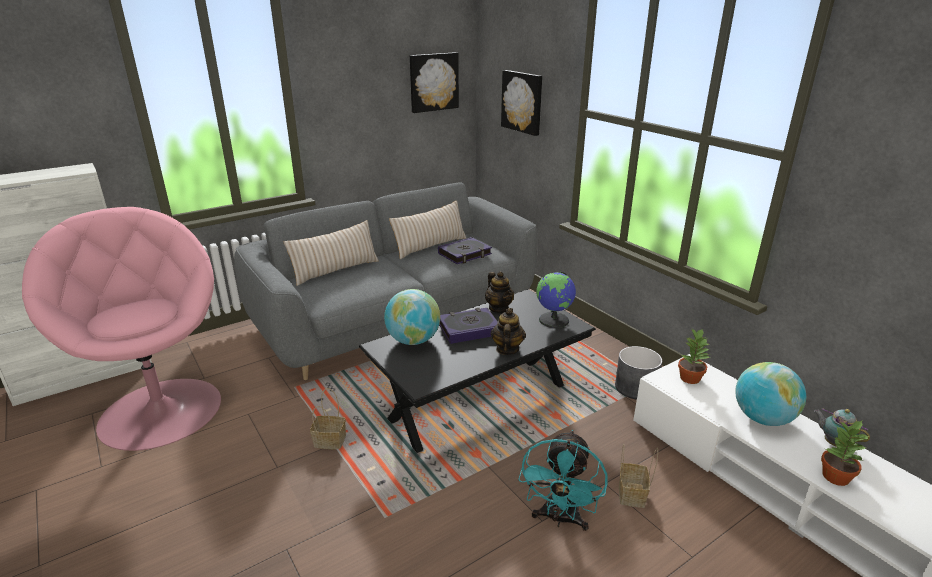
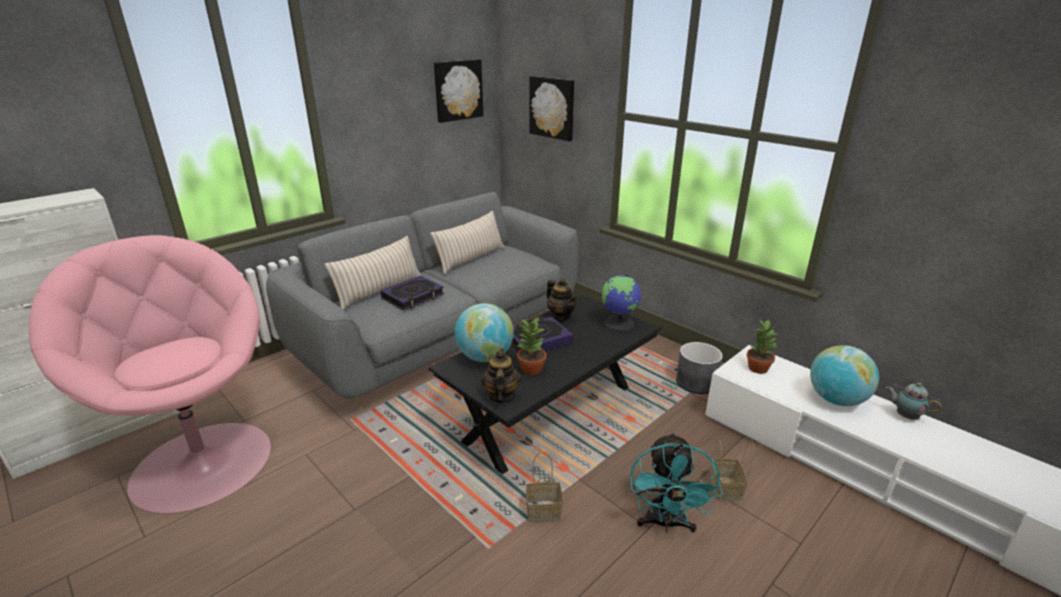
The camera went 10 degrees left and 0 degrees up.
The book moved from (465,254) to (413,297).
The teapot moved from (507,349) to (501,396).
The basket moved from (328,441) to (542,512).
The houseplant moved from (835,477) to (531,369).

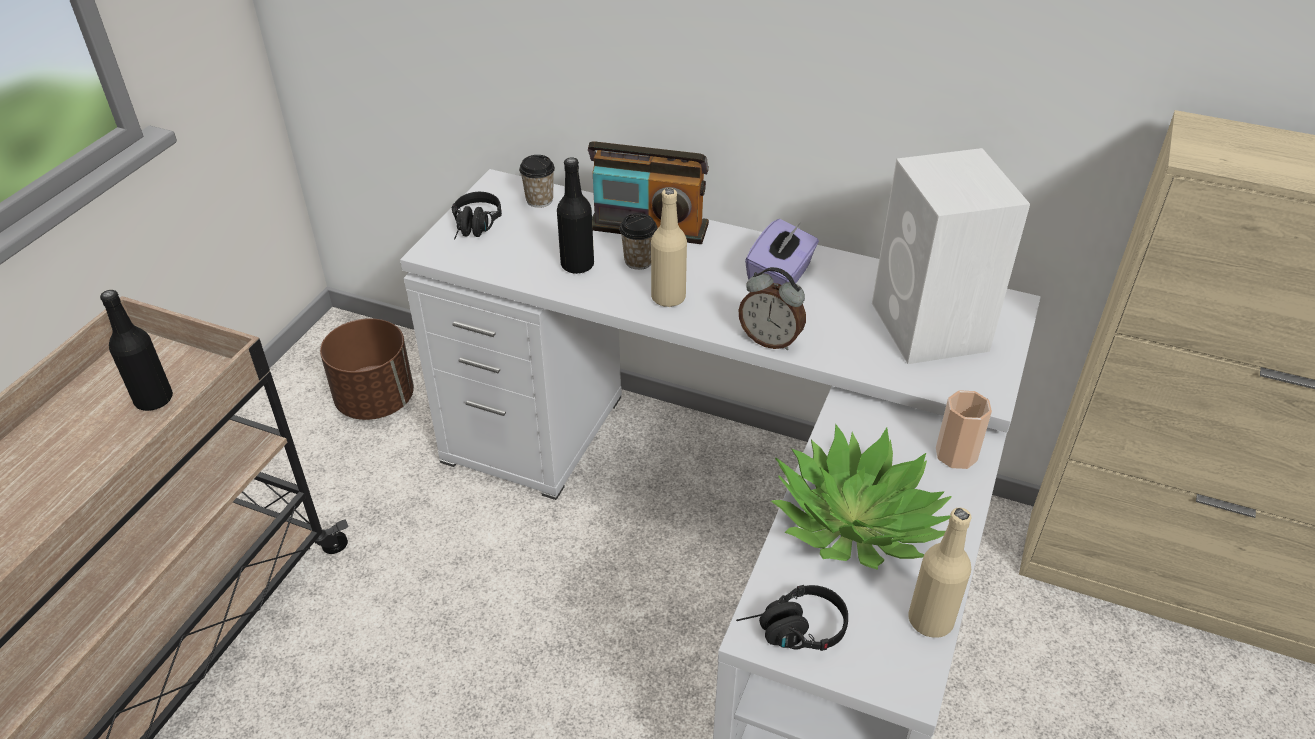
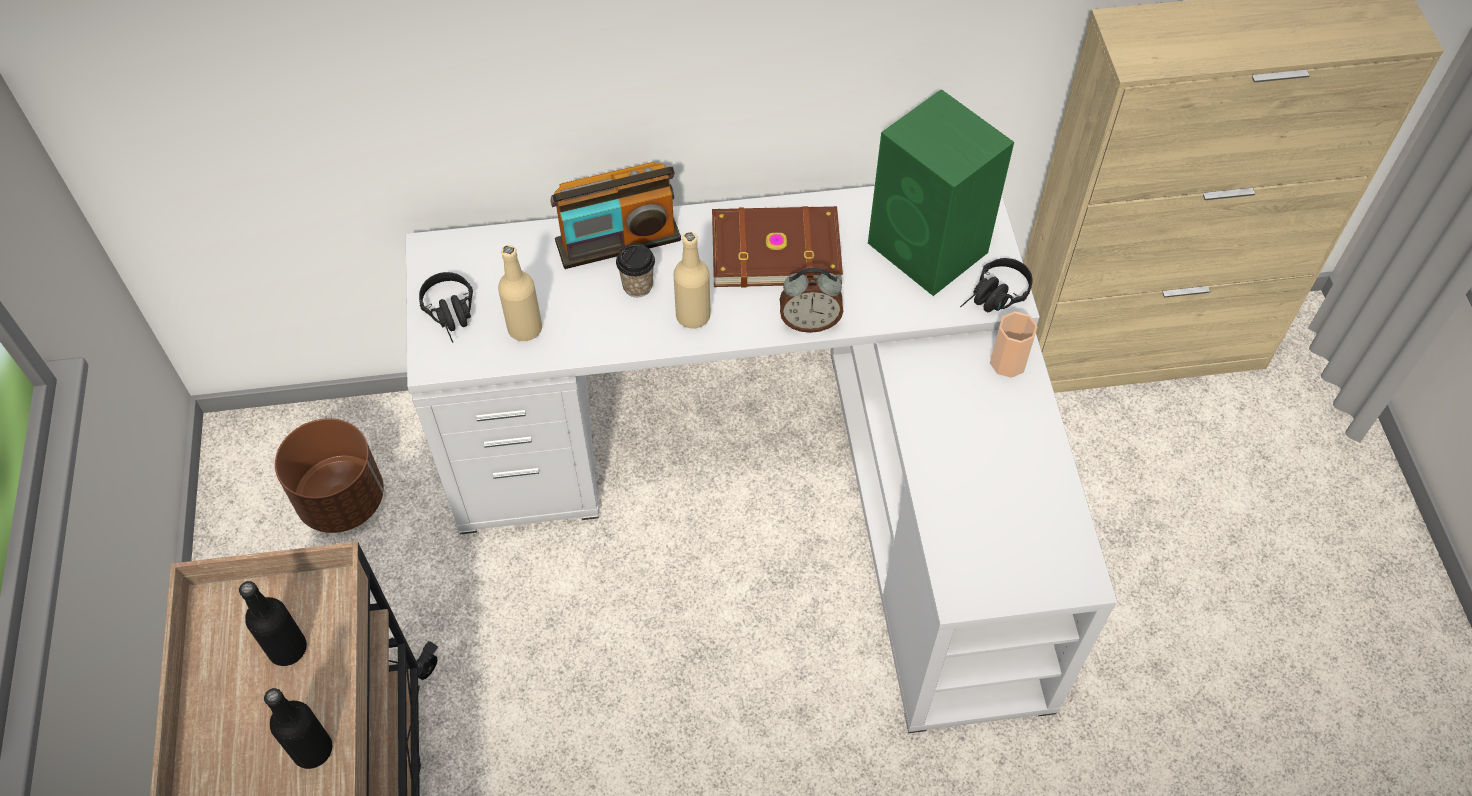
The camera went 30 degrees left and 15 degrees up.
The loudspeaker in white at (930,328) became the loudspeaker in greenish at (929,249).
The small cup at (539,200) disappeared.
The bottle in black moved from (577,265) to (312,750).
The box of tissues in purple at (780,277) was replaced by the book in brown-coloured at (774,248).
The houseplant at (856,522) disappeared.
The bottle in sand-coloured moved from (930,620) to (525,328).
The pair of headphones in black moved from (792,632) to (994,298).

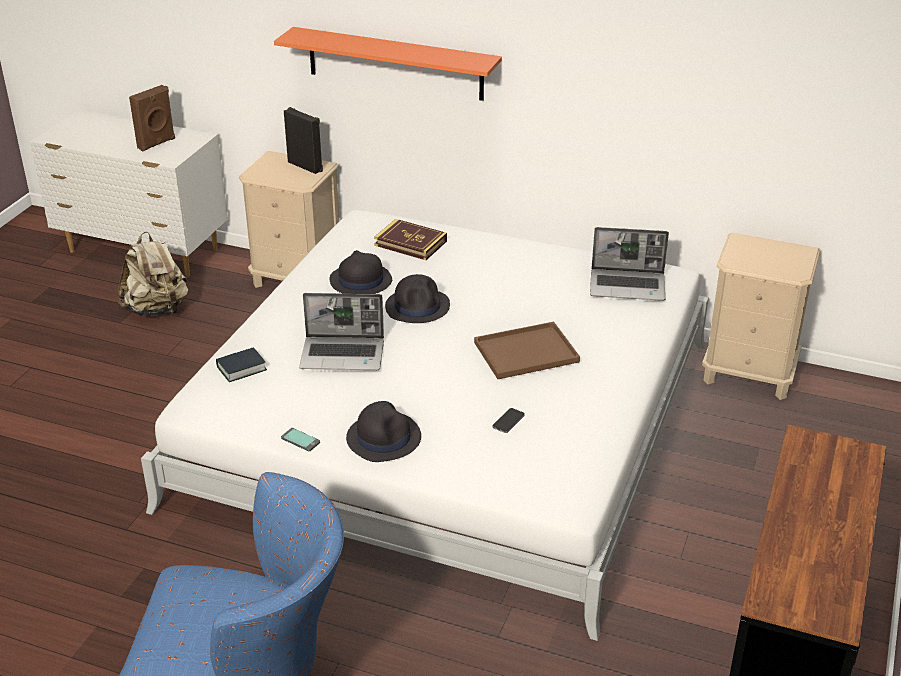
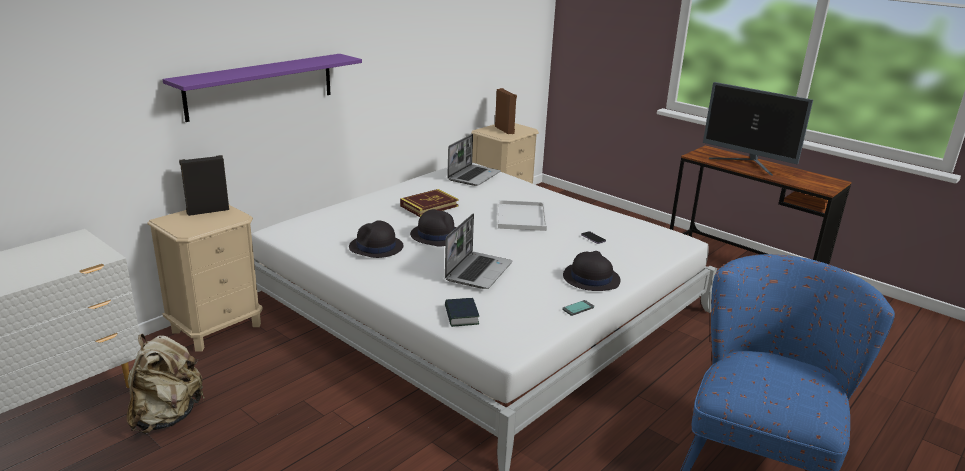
The camera went 70 degrees left and 10 degrees down.
The bracket shelf in orange at (395,64) became the bracket shelf in purple at (261,86).
The loudspeaker in brown-coloured moved from (157,144) to (505,130).
The book moved from (410,243) to (429,206).
The carrying tray in brown-coloured at (527,351) became the carrying tray in white at (520,216).
The monitor at (747,164) appeared.

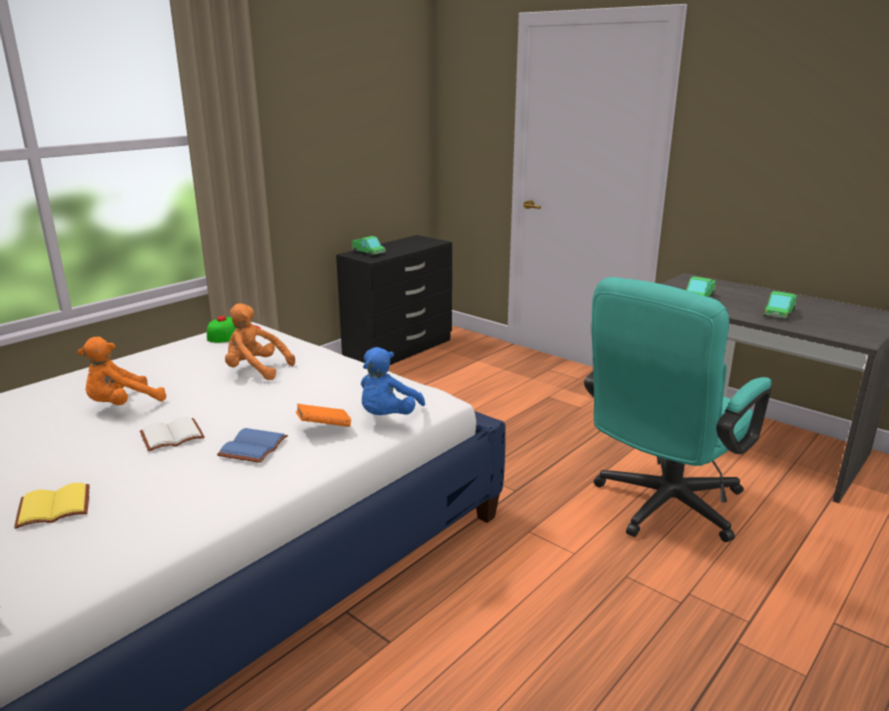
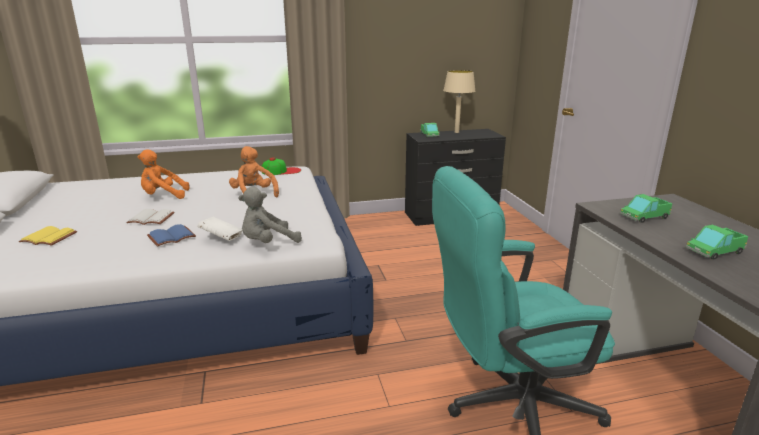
The camera went 35 degrees right and 0 degrees up.
The cuddly toy in blue at (387,417) became the cuddly toy in greyish at (268,243).
The book in orange at (324,428) became the book in white at (221,238).
The lamp for a table in sand-coloured at (456,132) appeared.

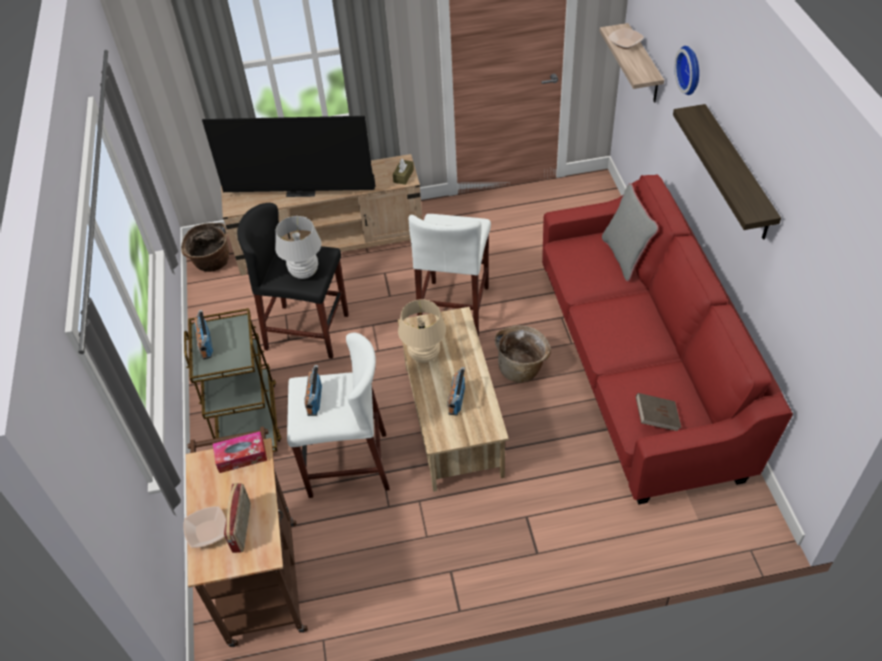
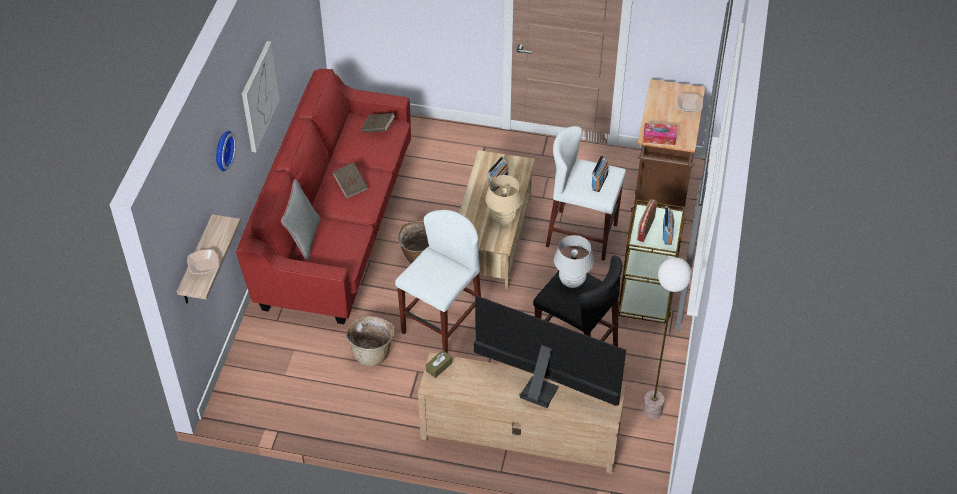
The camera went 160 degrees left and 0 degrees up.
The bracket shelf at (736,173) was replaced by the wall picture at (259,96).
The basket moved from (211,263) to (372,352).
The radio set moved from (242,527) to (645,229).
The book in brown-coloured at (351,186) appeared.
The floor lamp at (652,411) appeared.

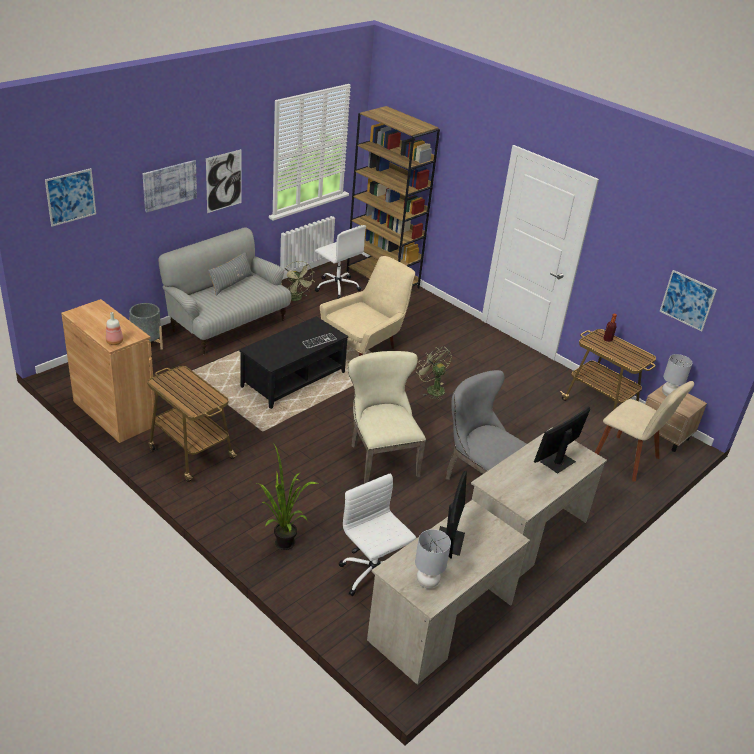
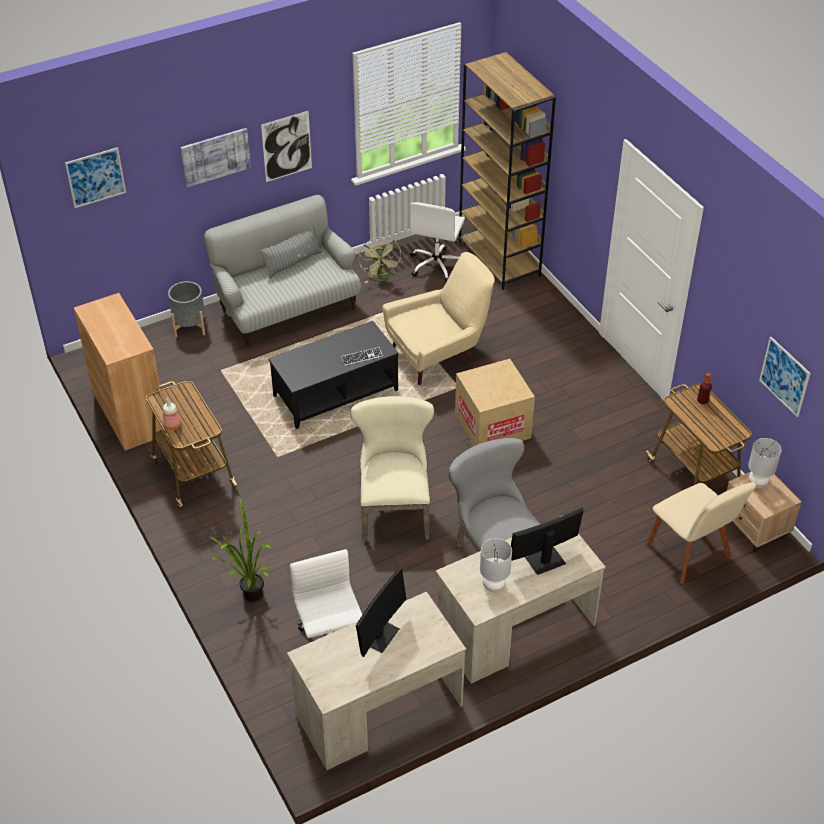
The camera went 20 degrees right and 10 degrees up.
The desk chair in white at (337,287) turned 45 degrees clockwise.
The bottle moved from (115,342) to (173,425).
The electric fan in greenish at (432,389) was replaced by the packing box at (492,426).
The lamp for a table in greyish moved from (427,582) to (493,586).

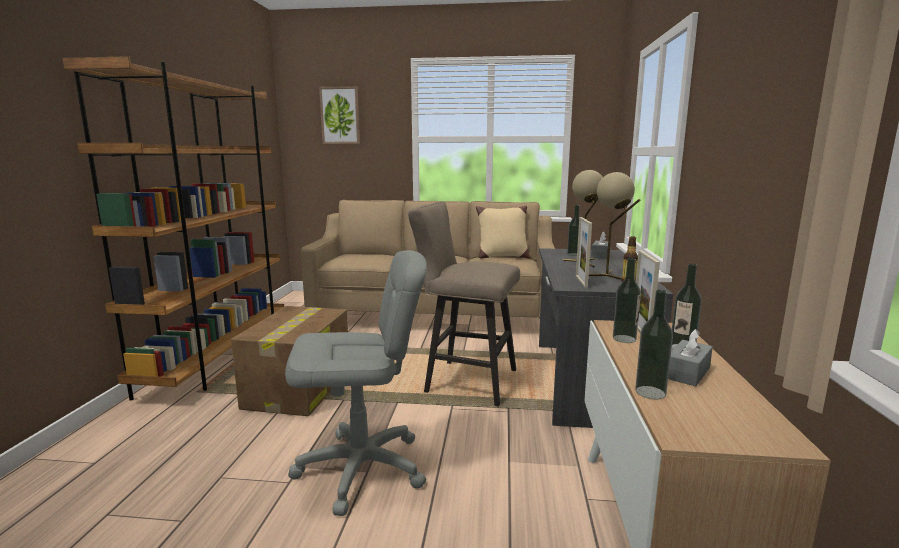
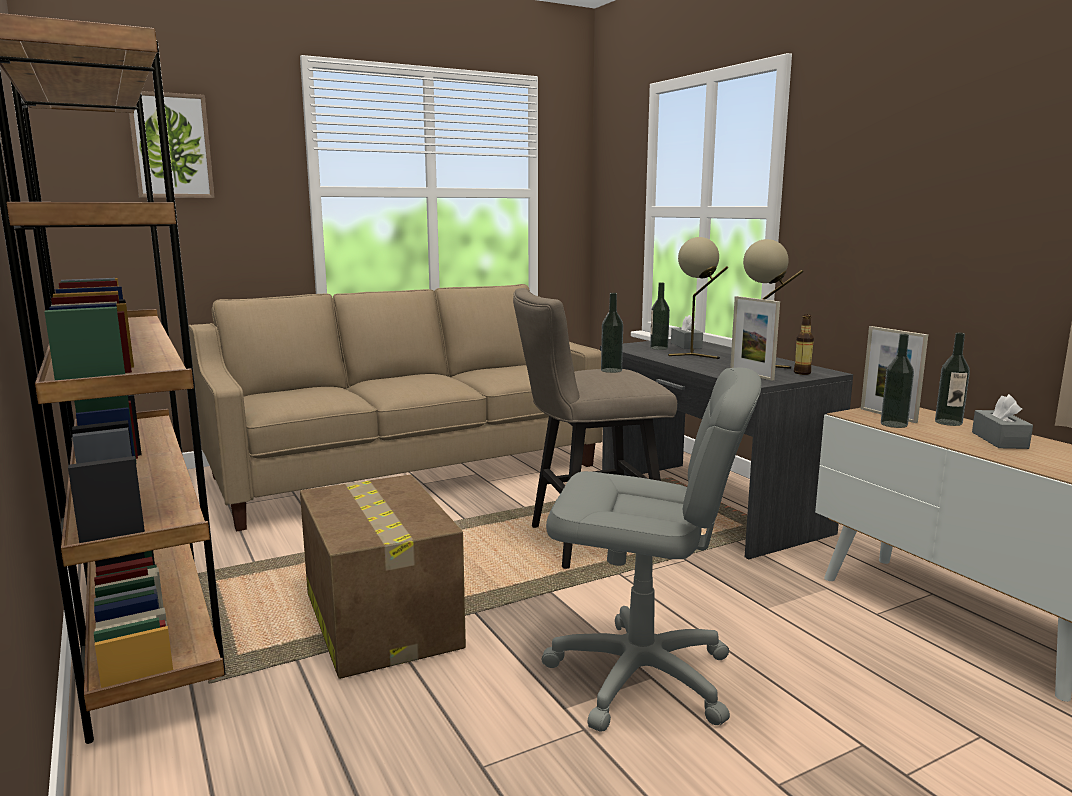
The camera went 35 degrees left and 0 degrees up.
The cushion in sand-coloured at (502,257) disappeared.
The desk chair in greyish at (362,469) turned 60 degrees clockwise.
The bottle moved from (650,392) to (611,370).

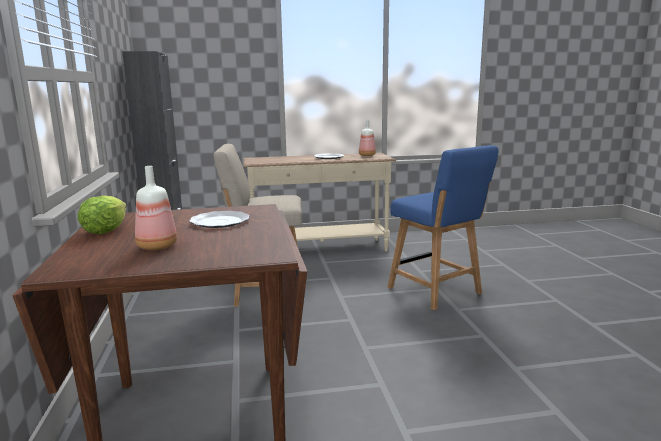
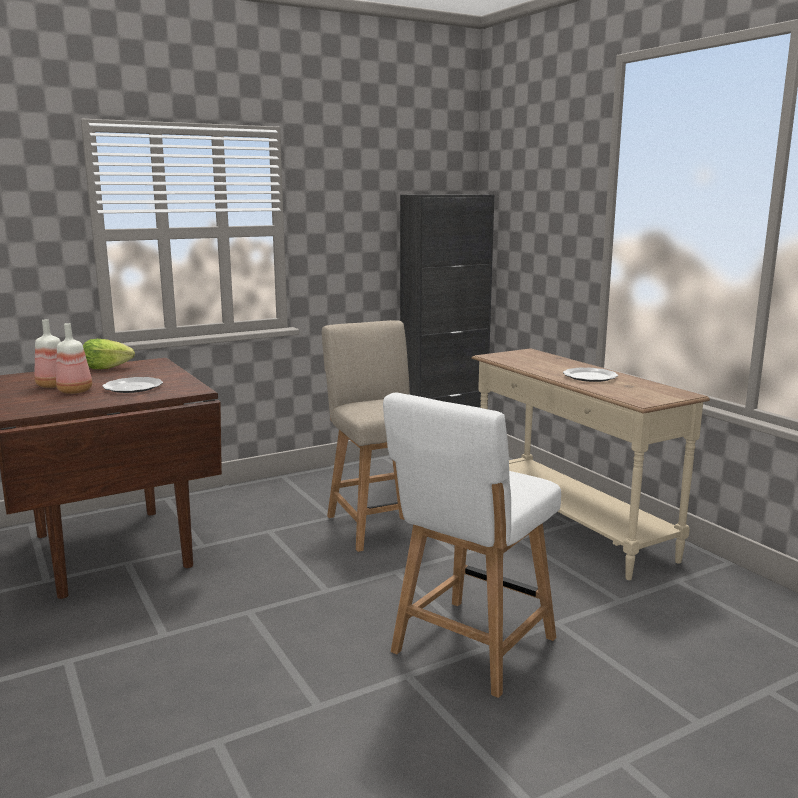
The camera went 70 degrees right and 0 degrees up.
The bottle moved from (366,155) to (75,391).
The plain chair in blue at (437,292) became the plain chair in white at (470,649).

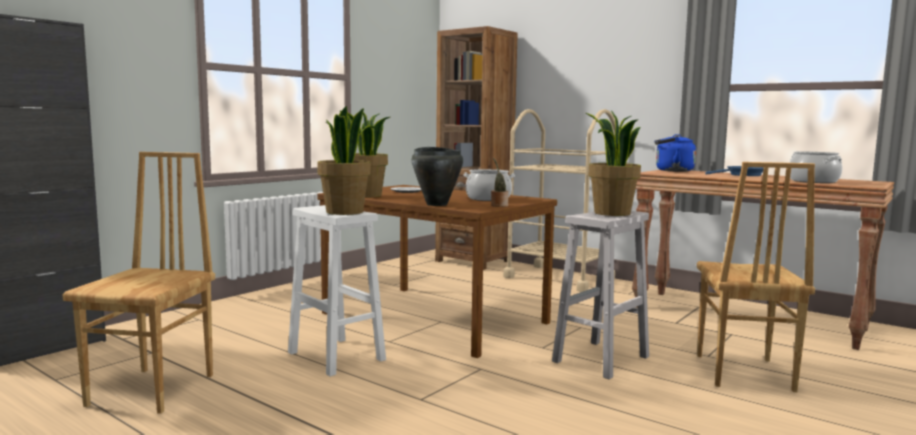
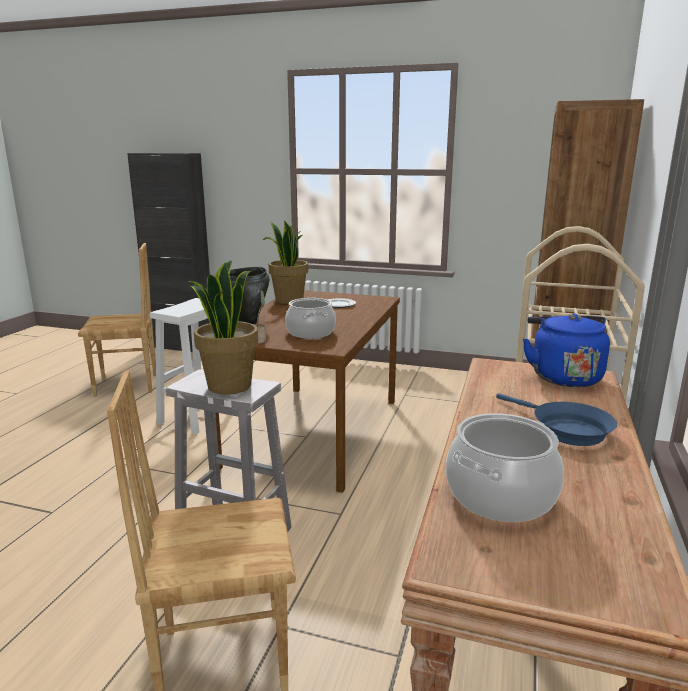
The camera went 70 degrees right and 10 degrees up.
The houseplant at (345,212) disappeared.

